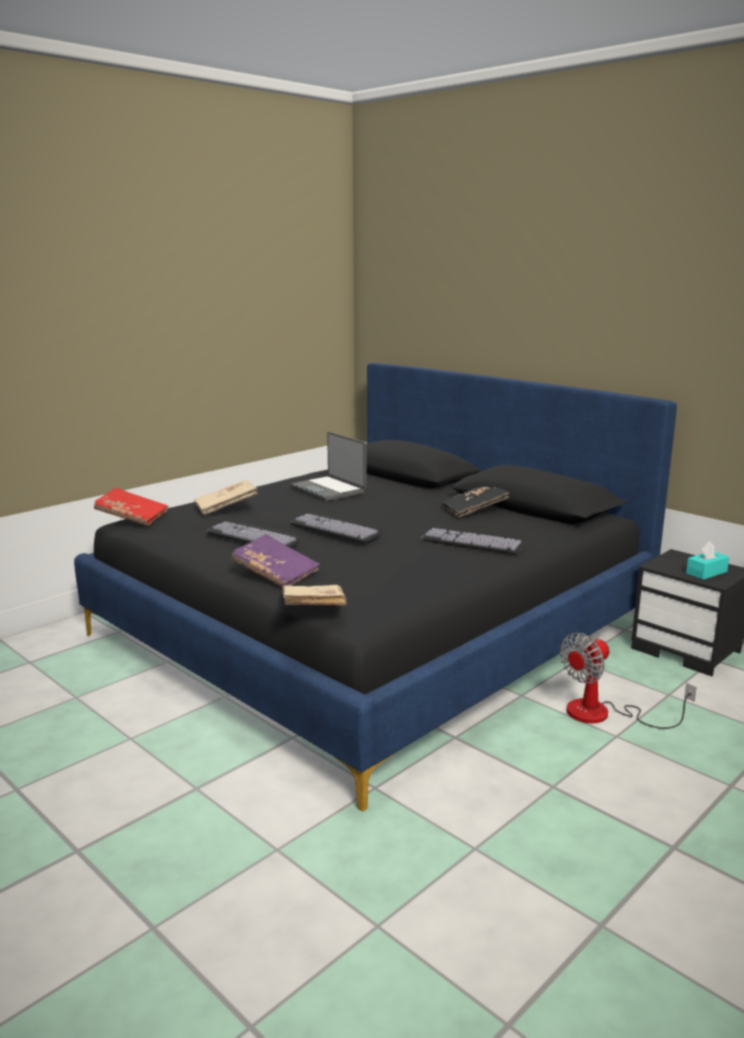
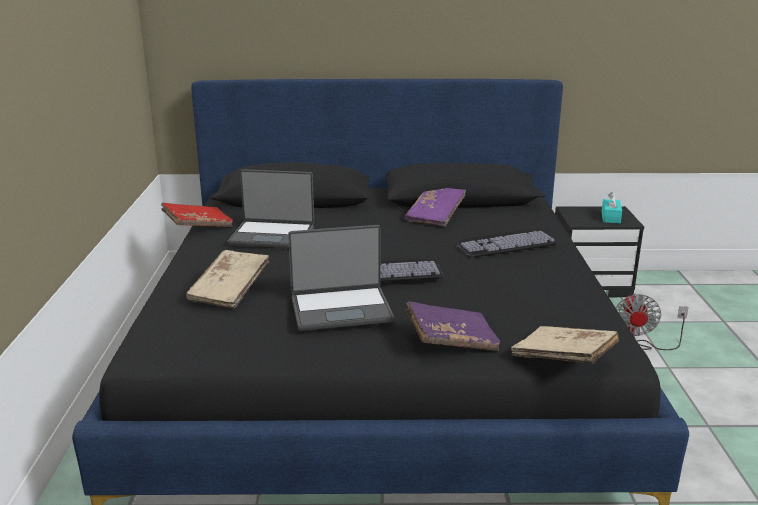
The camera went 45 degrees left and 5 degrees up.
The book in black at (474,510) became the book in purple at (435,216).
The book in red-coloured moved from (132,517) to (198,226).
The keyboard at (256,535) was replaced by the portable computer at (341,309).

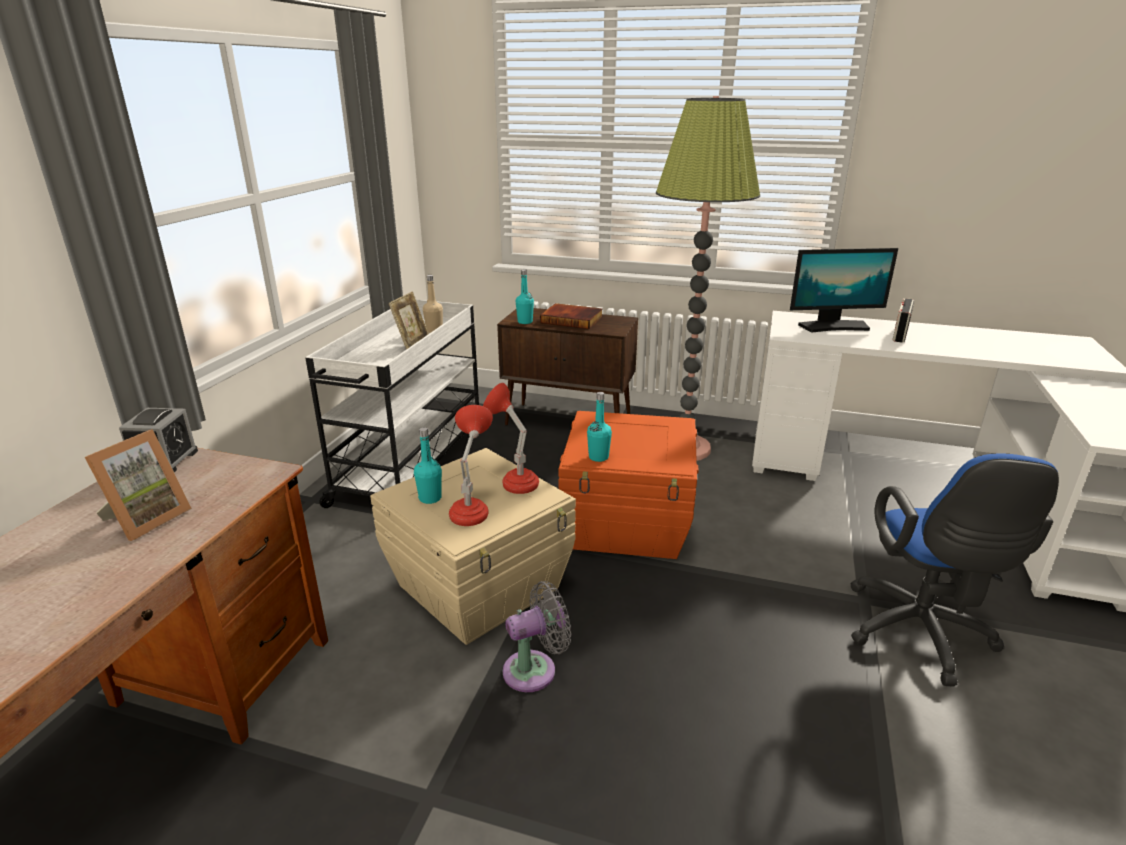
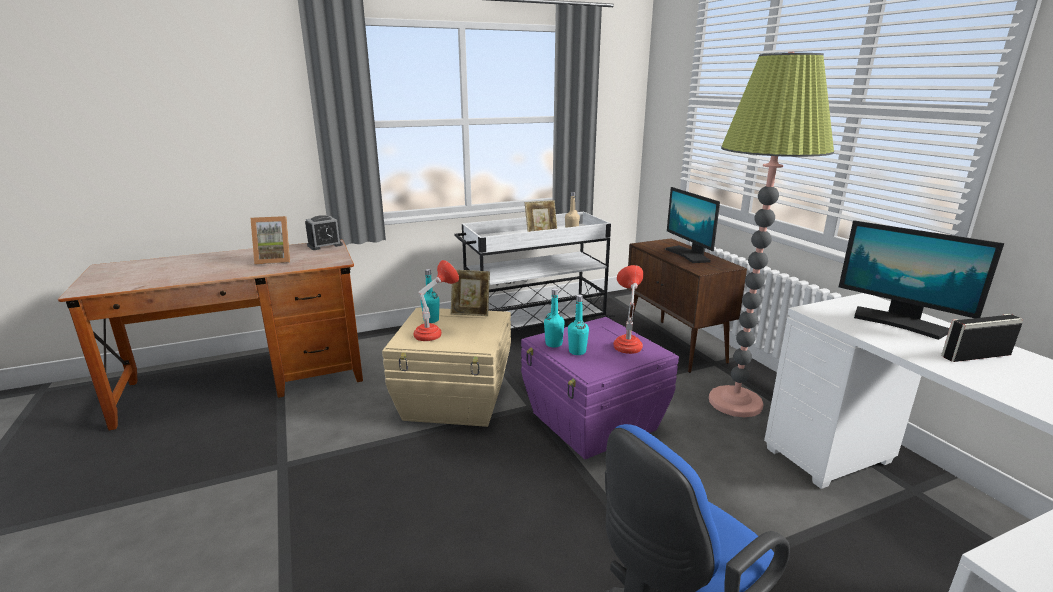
The camera went 50 degrees right and 5 degrees down.
The bottle in turquoise-coloured moved from (525,322) to (577,351).
The book at (572,319) was replaced by the monitor at (688,255).
The lamp for a table in red-coloured moved from (513,480) to (627,343).
The storage box in orange at (628,525) became the storage box in purple at (593,422).
The electric fan in greyish at (535,669) disappeared.
The picture frame at (471,312) appeared.

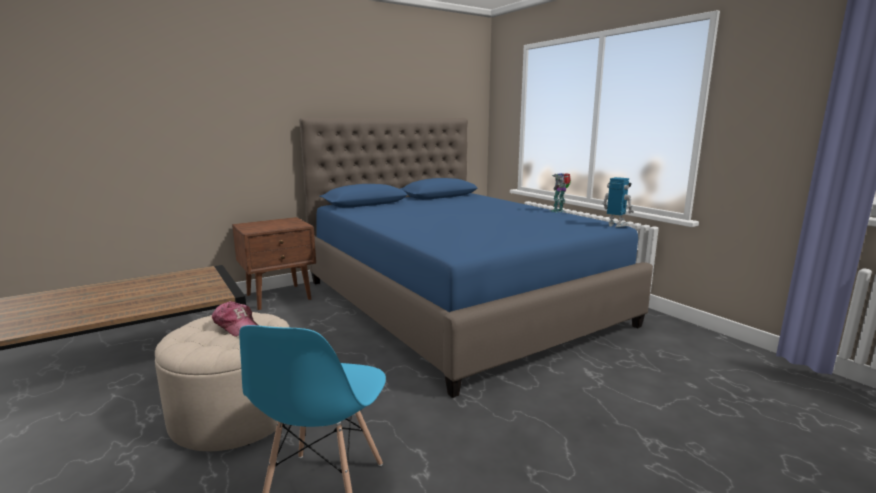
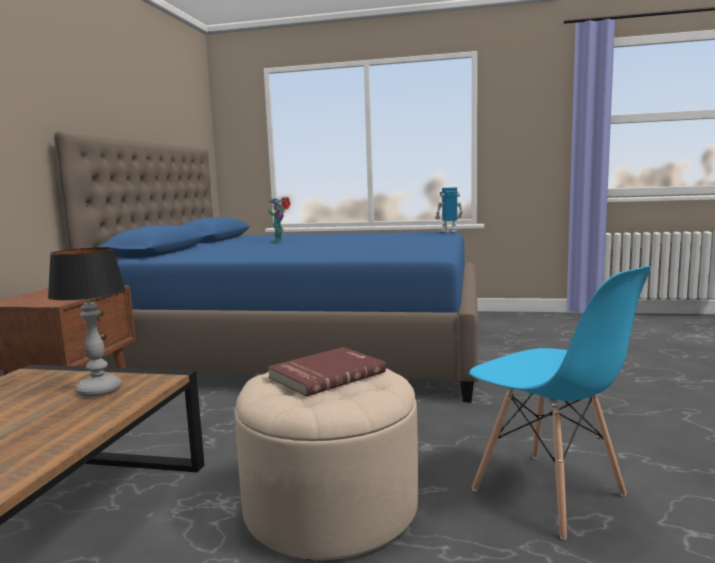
The camera went 45 degrees left and 5 degrees down.
The robot figure moved from (559,211) to (279,241).
The peaked cap at (237,326) was replaced by the book in red-coloured at (325,374).
The lamp for a table at (100,391) appeared.

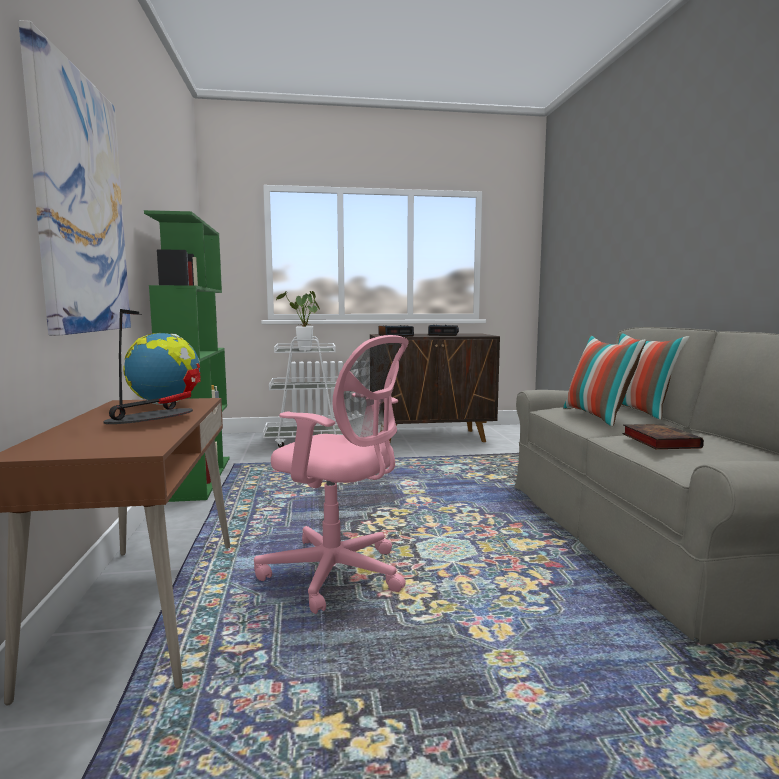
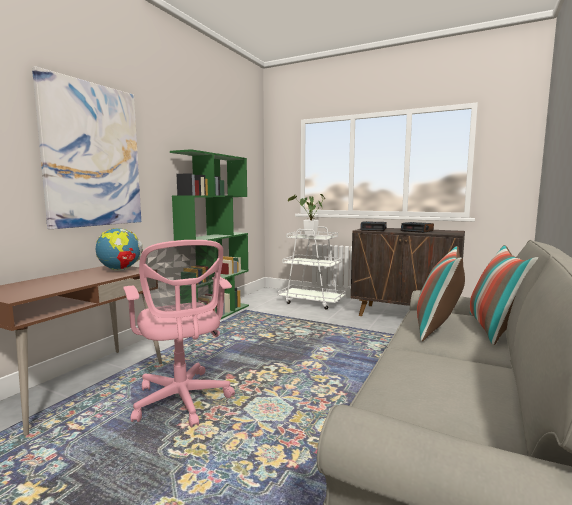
The camera went 35 degrees right and 0 degrees up.
The lamp for a table at (150,420) disappeared.
The book at (658,441) disappeared.

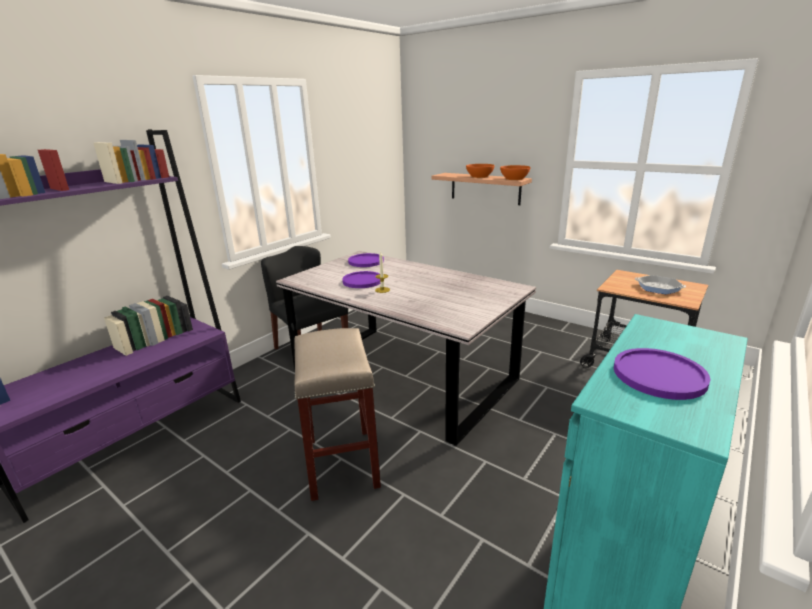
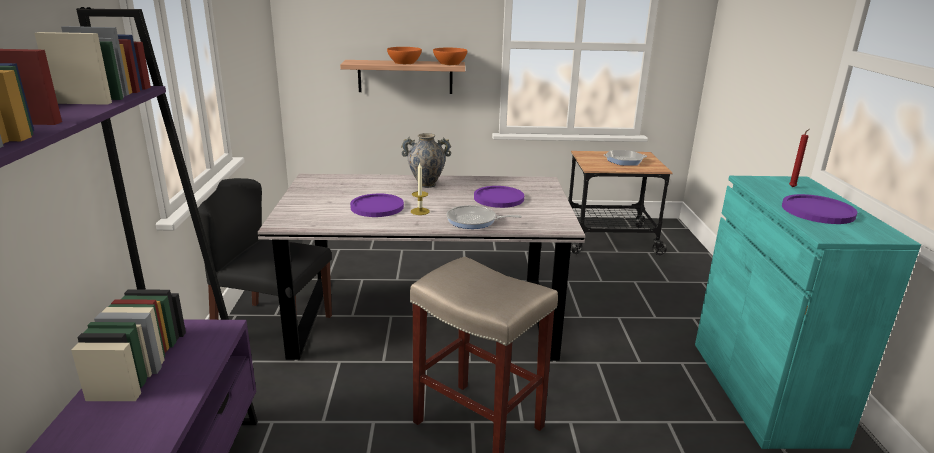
The camera went 40 degrees left and 0 degrees up.
The plate in purple moved from (366,261) to (498,198).
The wax light in red-coloured at (793,187) appeared.
The decorative vase at (426,184) appeared.
The pan at (474,221) appeared.

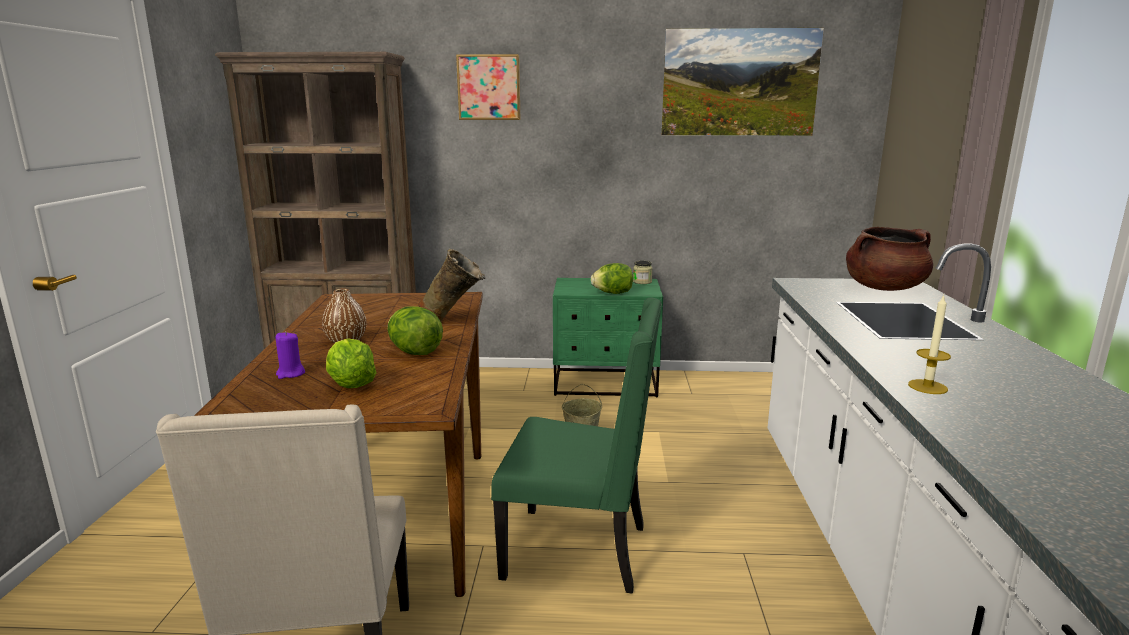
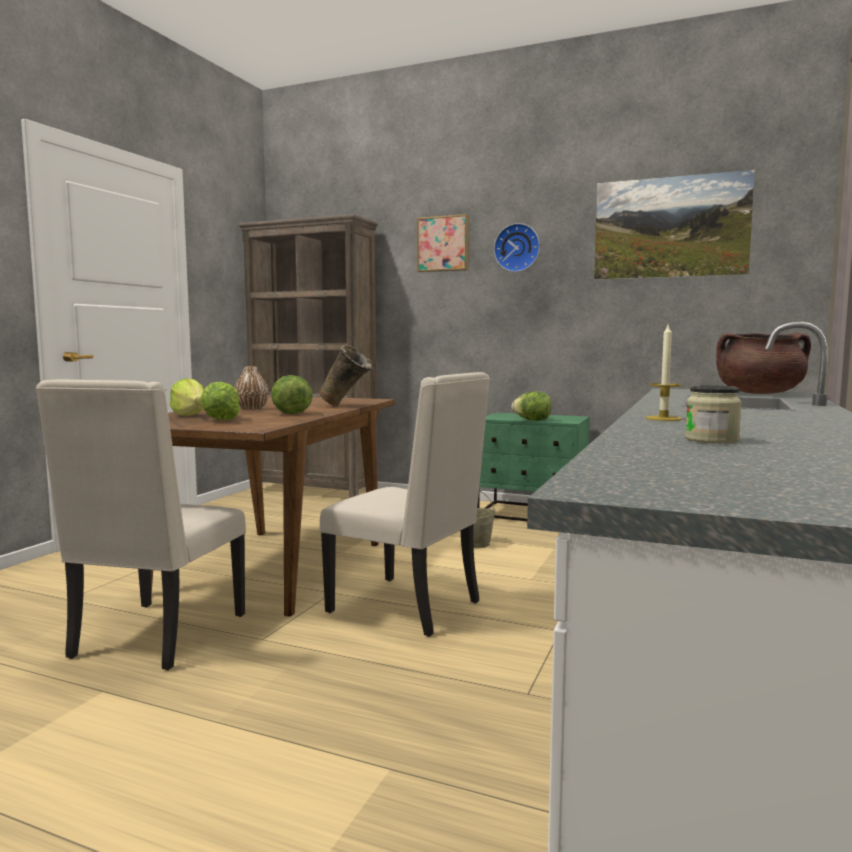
The camera went 20 degrees right and 10 degrees down.
The storage jar moved from (642,282) to (711,440).
The plain chair in greenish at (579,551) became the plain chair in sand-coloured at (408,607).
The wax light in purple at (290,374) was replaced by the lettuce head at (190,415).
The hanging clock at (517,248) appeared.

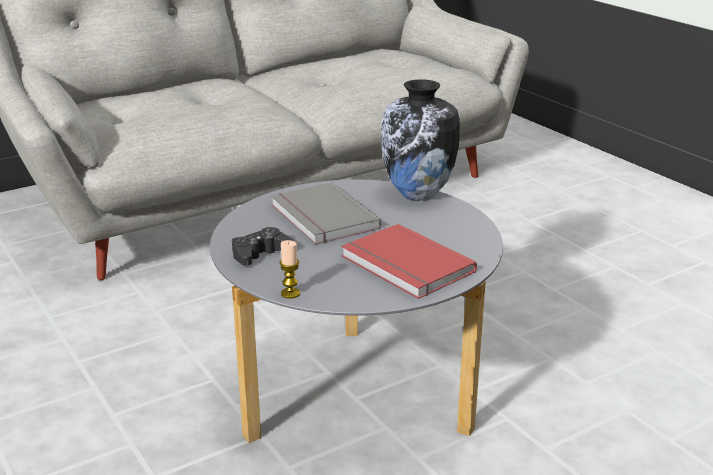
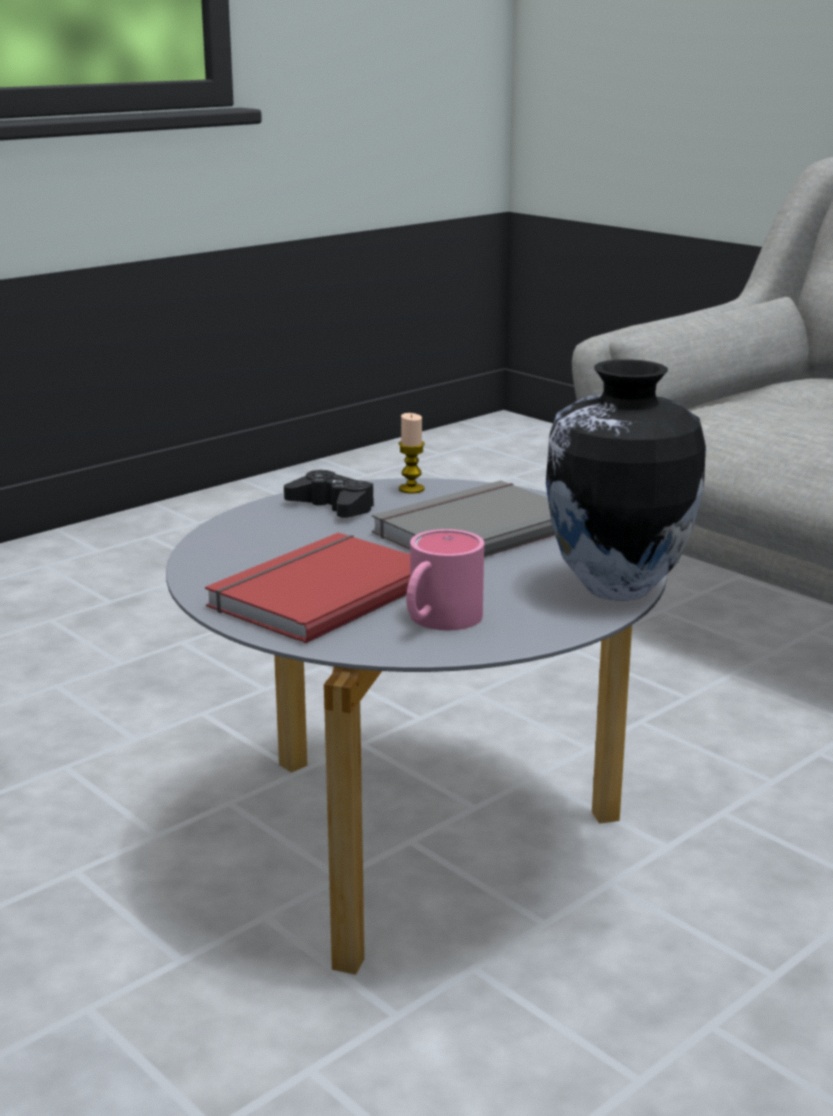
The camera went 80 degrees right and 5 degrees down.
The wax light moved from (290,293) to (411,489).
The coffee mug in pink at (437,621) appeared.

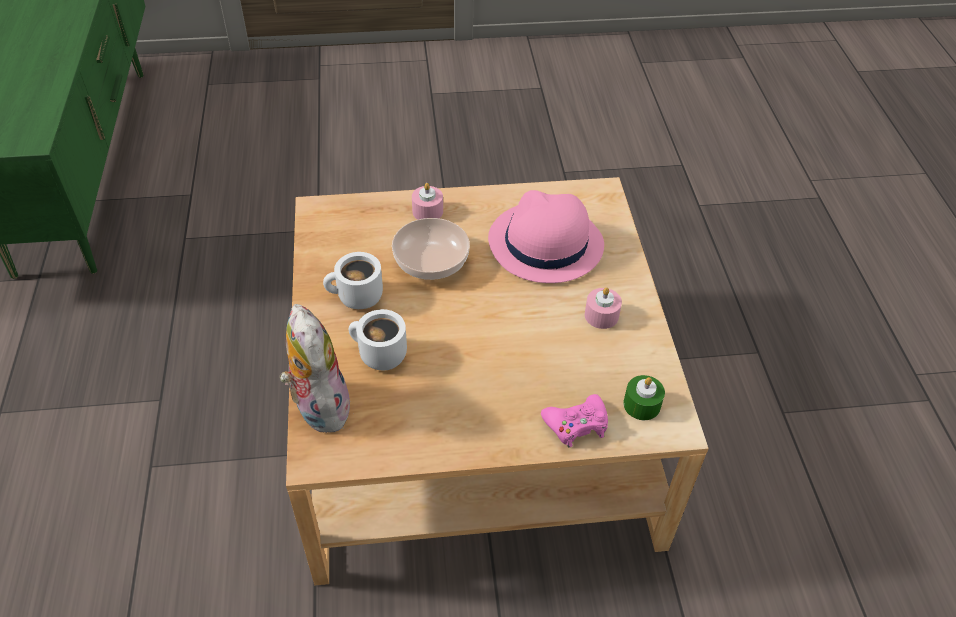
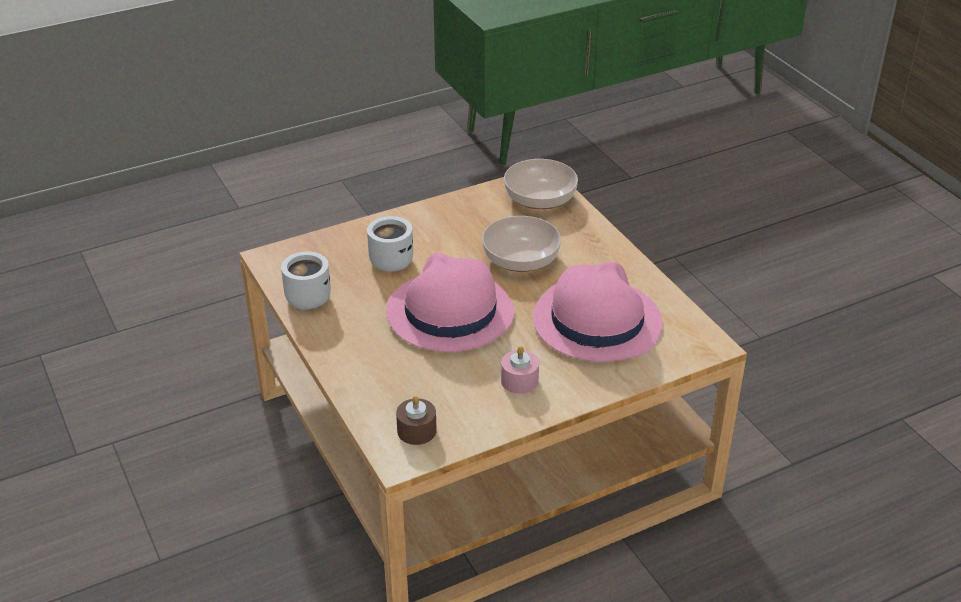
The camera went 70 degrees right and 10 degrees down.
The wax light in pink at (427,211) disappeared.
The coffee mug in white moved from (356,298) to (304,296).
The cuddly toy at (318,405) disappeared.
The wax light in greenish at (642,404) became the wax light in brown-coloured at (416,430).
The game controller in pink at (576,425) disappeared.
The bowl at (539,198) appeared.
The clothing hat in pink at (449,313) appeared.

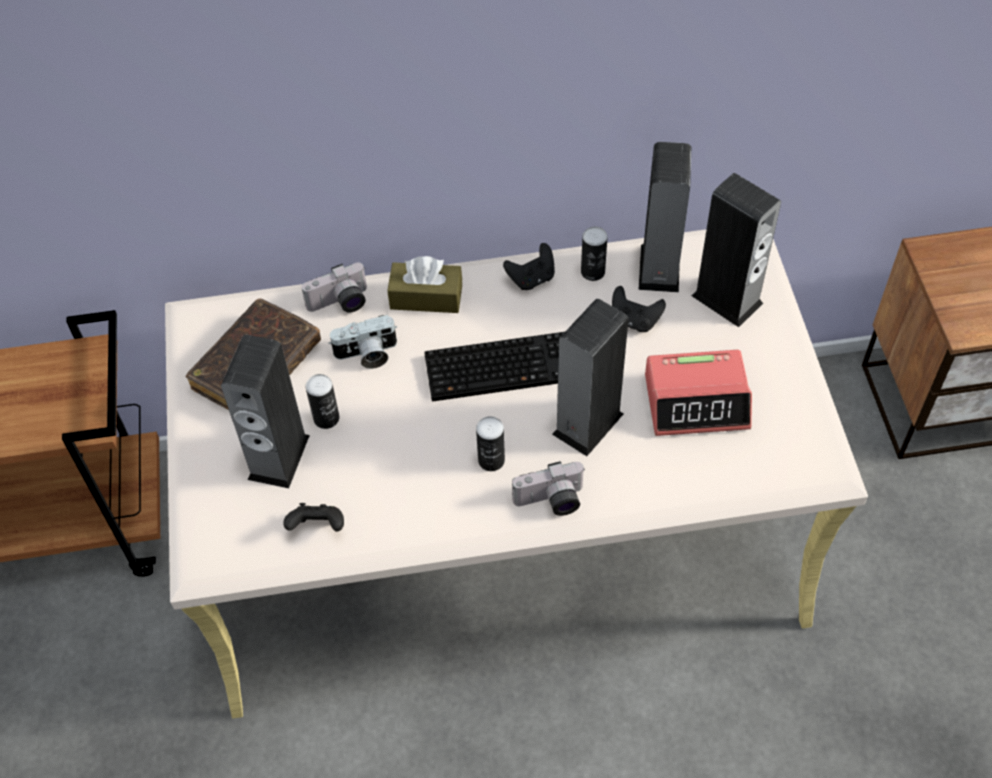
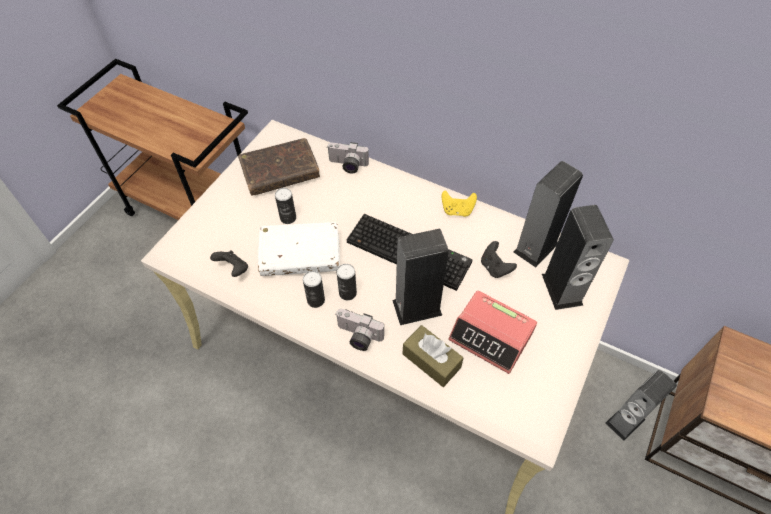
The camera went 35 degrees right and 0 degrees up.
The sealed can moved from (592,272) to (316,300).
The game controller in black at (531,278) became the game controller in yellow at (457,210).
The box of tissues in brown-coloured moved from (426,297) to (431,360).
The still camera at (367,355) disappeared.
The loudspeaker moved from (279,457) to (625,421).
The book in white at (300,255) appeared.

